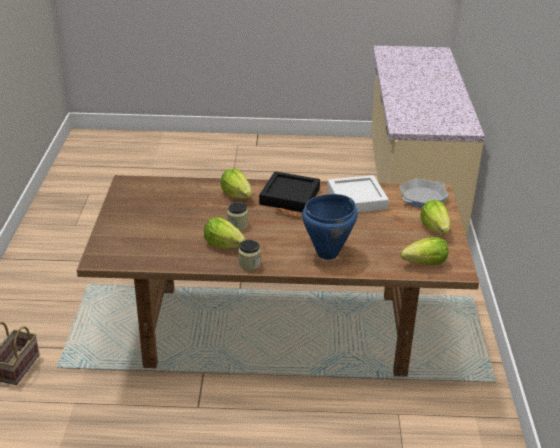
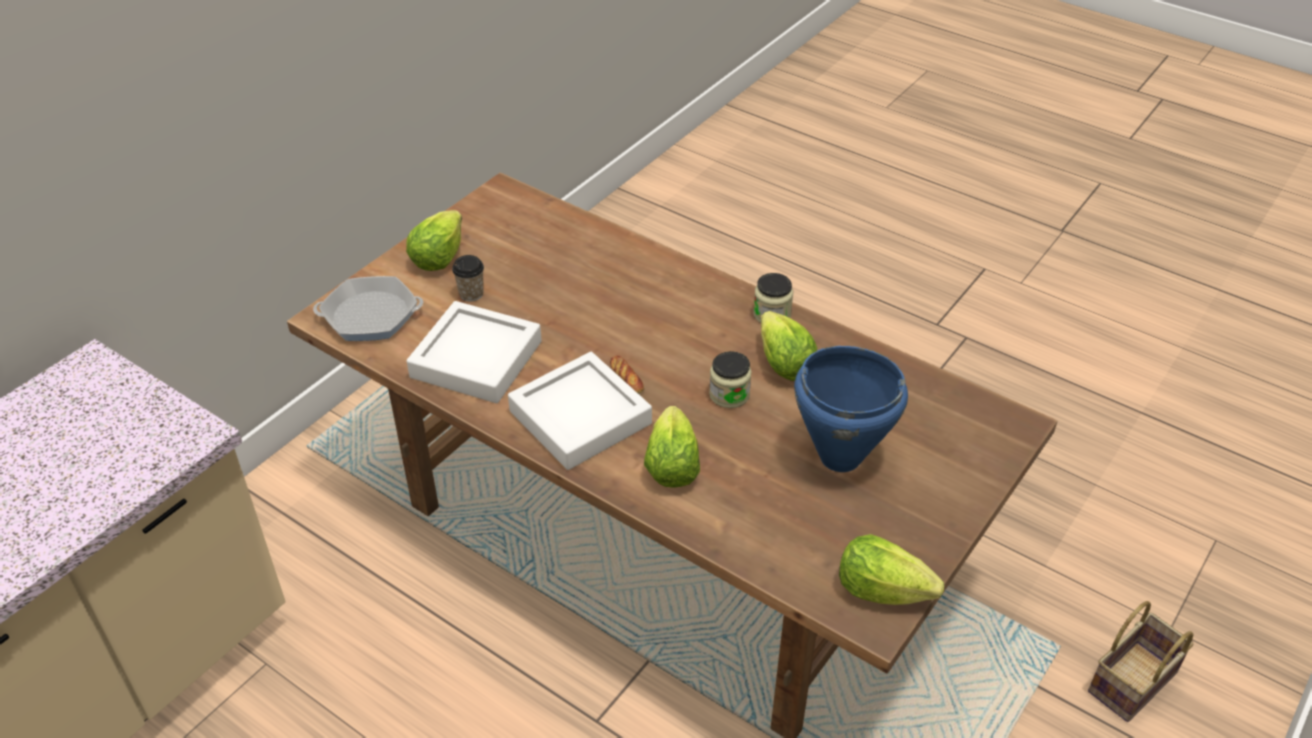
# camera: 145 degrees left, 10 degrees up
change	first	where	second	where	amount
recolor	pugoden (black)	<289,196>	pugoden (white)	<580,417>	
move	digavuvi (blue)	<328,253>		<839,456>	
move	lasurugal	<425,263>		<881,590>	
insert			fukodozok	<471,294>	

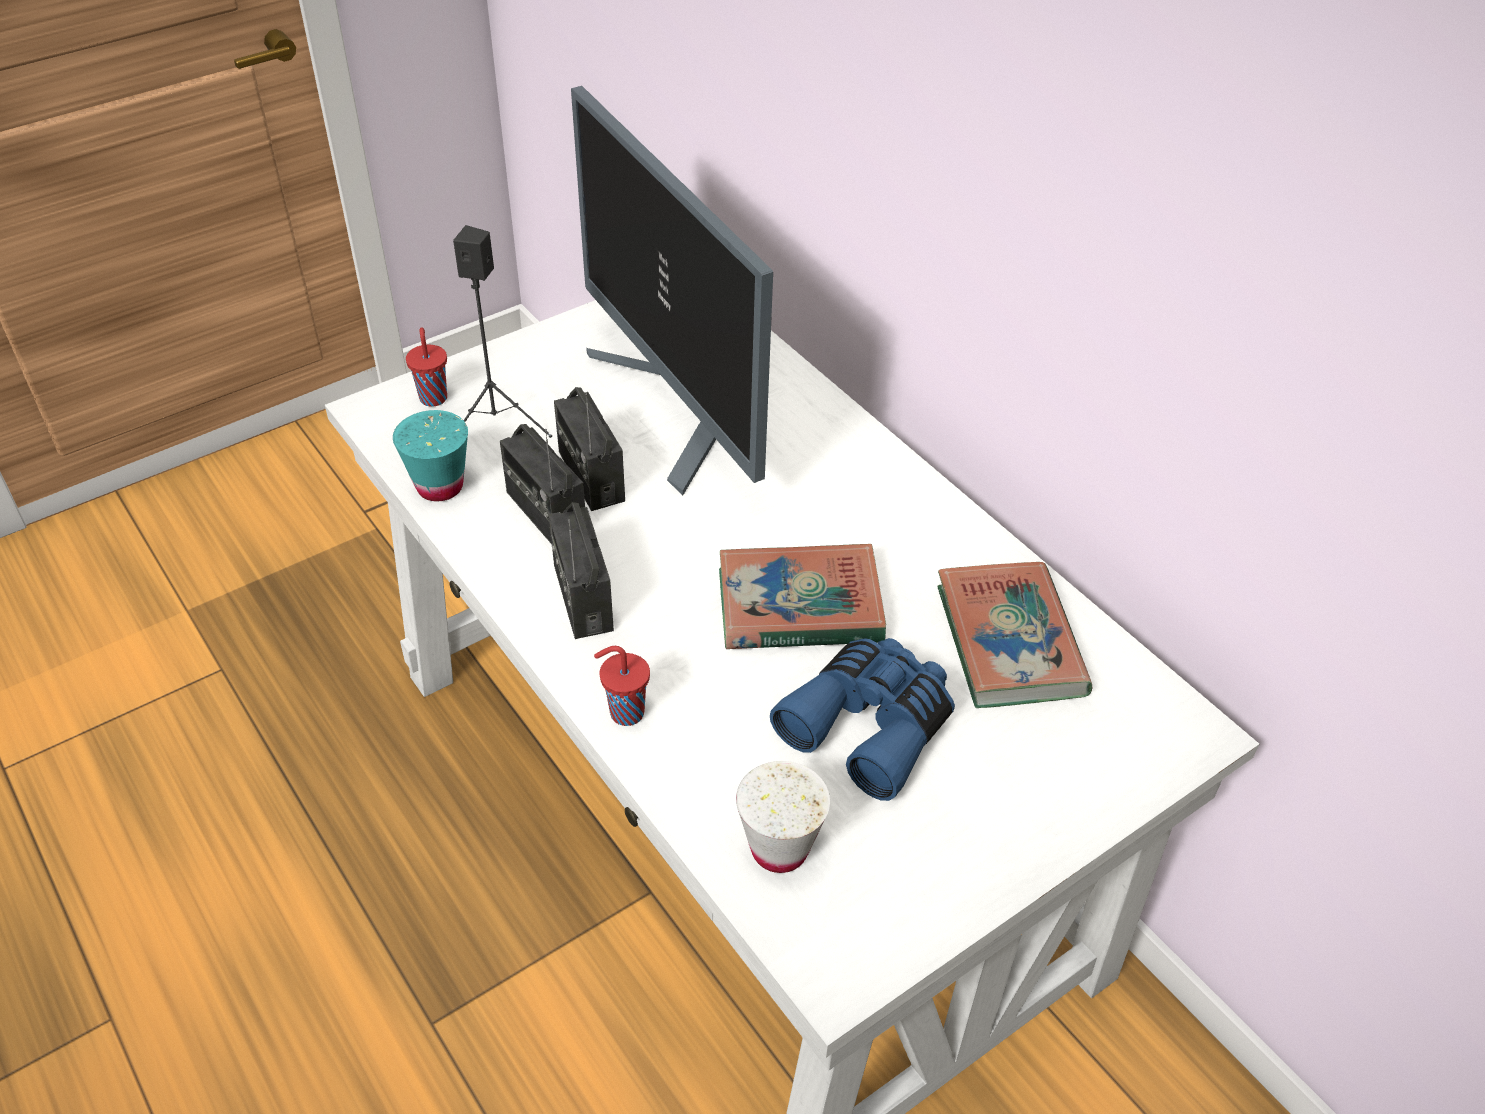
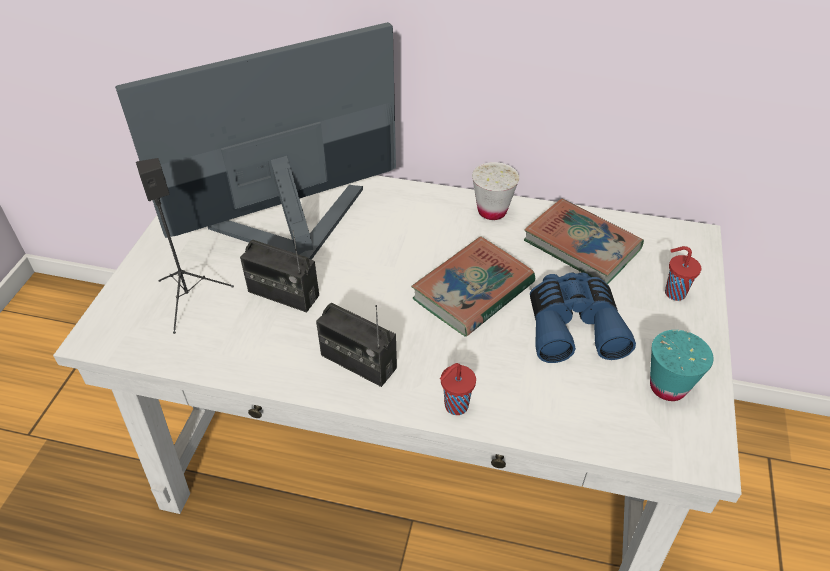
# camera: 40 degrees left, 0 degrees up
change	first	where	second	where	amount
move	fukodozok (turquoise)	<440,486>		<668,387>	
move	fukodozok (red)	<433,397>		<673,293>	
delete	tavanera	<545,513>			
rotate	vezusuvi	<680,411>		<292,230>	135 degrees clockwise
move	fukodozok (white)	<779,849>		<492,211>	

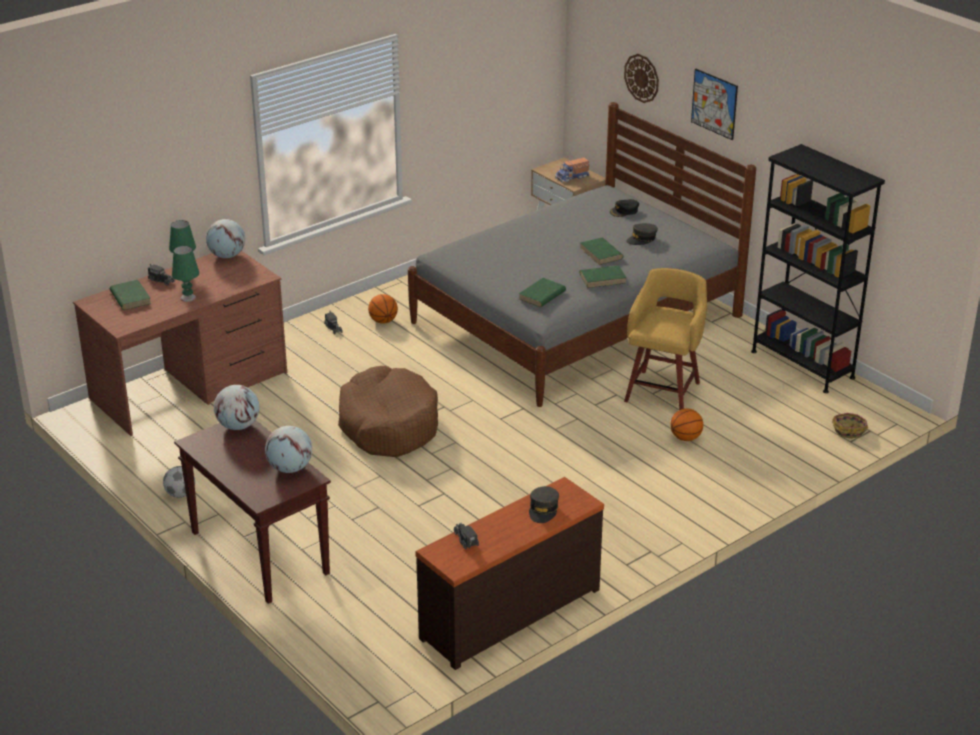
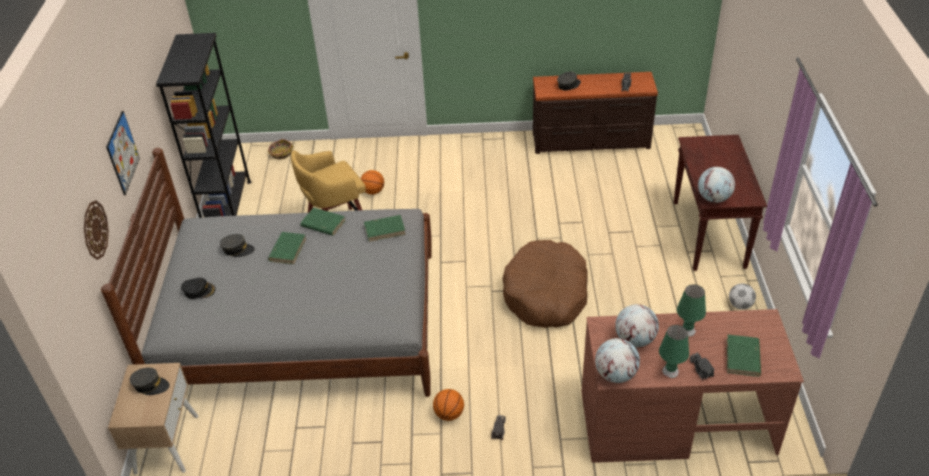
# camera: 140 degrees left, 10 degrees up
change	first	where	second	where	amount
move	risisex	<290,468>		<635,340>	
replace	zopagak	<572,177>	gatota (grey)	<150,385>	

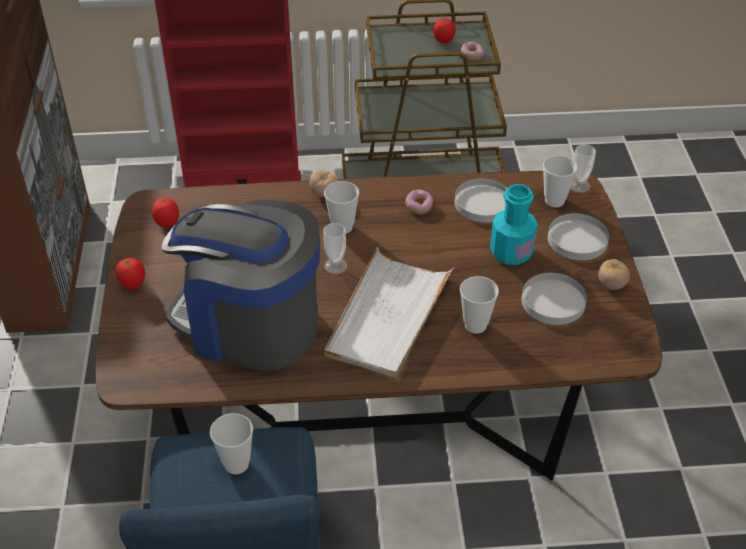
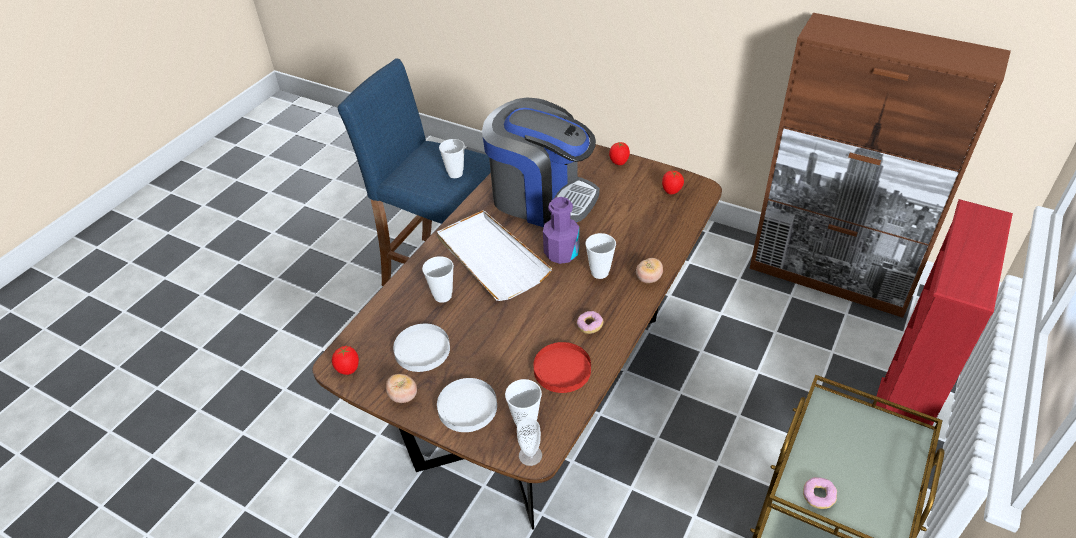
# camera: 125 degrees right, 0 degrees up
change	first	where	second	where	amount
rotate	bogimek	<249,324>		<541,197>	60 degrees clockwise
replace	fukodozok	<335,266>	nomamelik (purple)	<561,253>	
move	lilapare	<443,41>		<348,370>	
recolor	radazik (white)	<483,203>	radazik (red)	<562,369>	
delete	nomamelik (turquoise)	<511,252>			

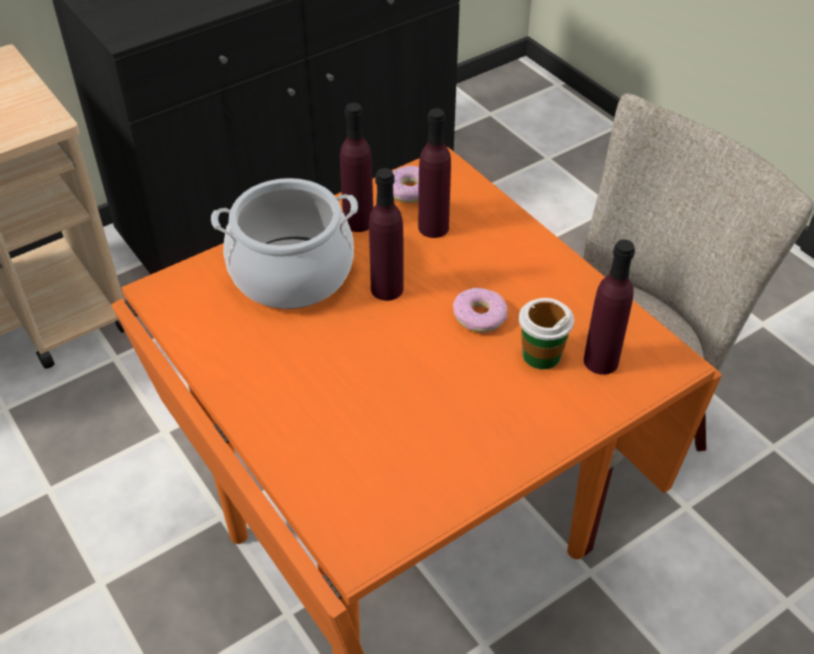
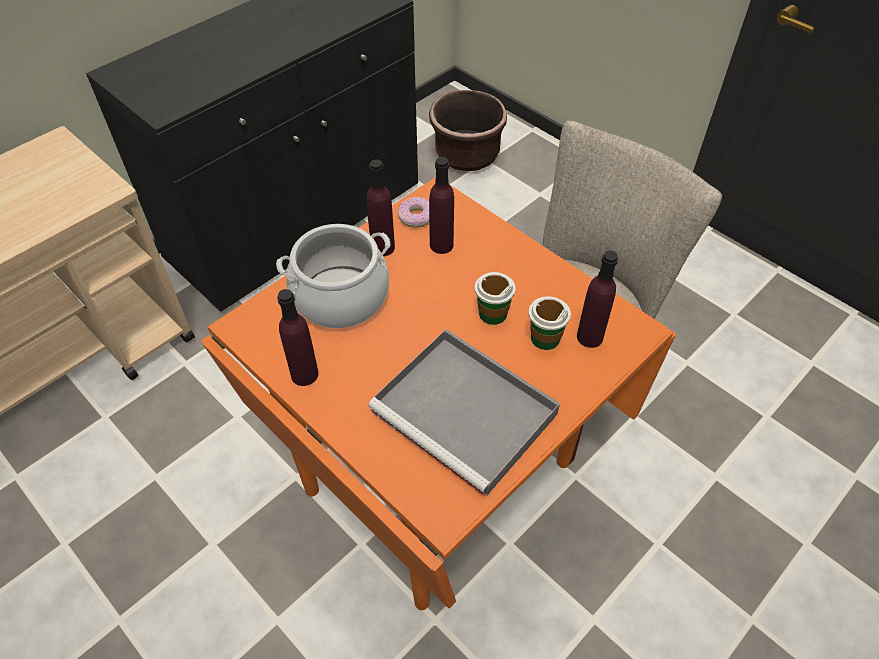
# camera: 10 degrees left, 5 degrees up
change	first	where	second	where	amount
move	nomamelik (purple)	<387,289>		<304,374>	
replace	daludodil	<479,316>	fukodozok	<492,313>	
insert			pugoden (grey)	<467,414>	
insert			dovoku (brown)	<467,154>	

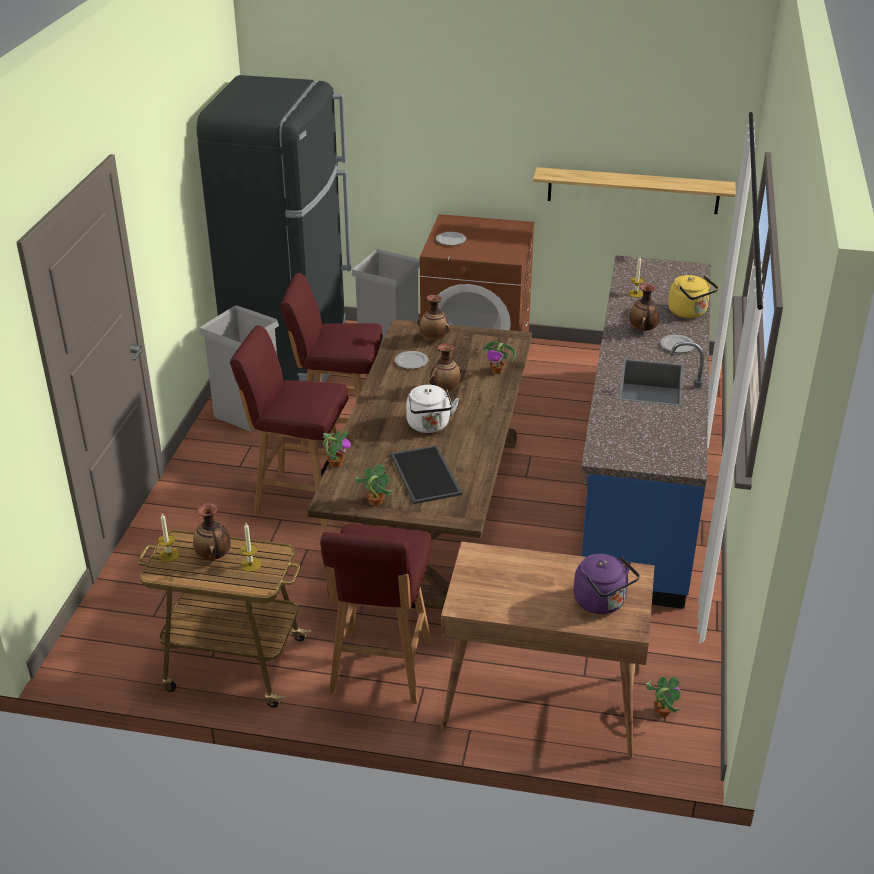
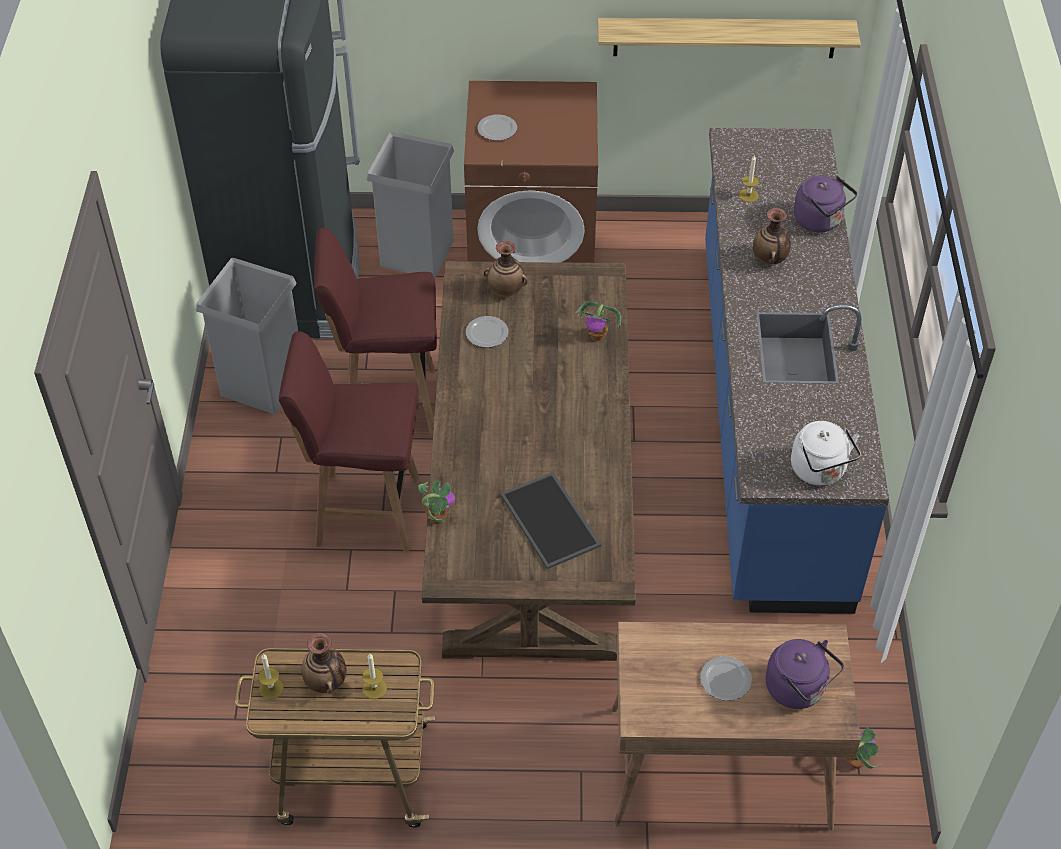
# camera: 10 degrees left, 15 degrees up
change	first	where	second	where	amount
delete	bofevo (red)	<380,669>			
delete	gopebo	<375,502>			
move	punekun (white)	<429,426>		<820,471>	
delete	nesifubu	<445,390>			
move	radazik	<676,345>		<724,679>	
recolor	punekun (yellow)	<689,312>	punekun (purple)	<820,221>	

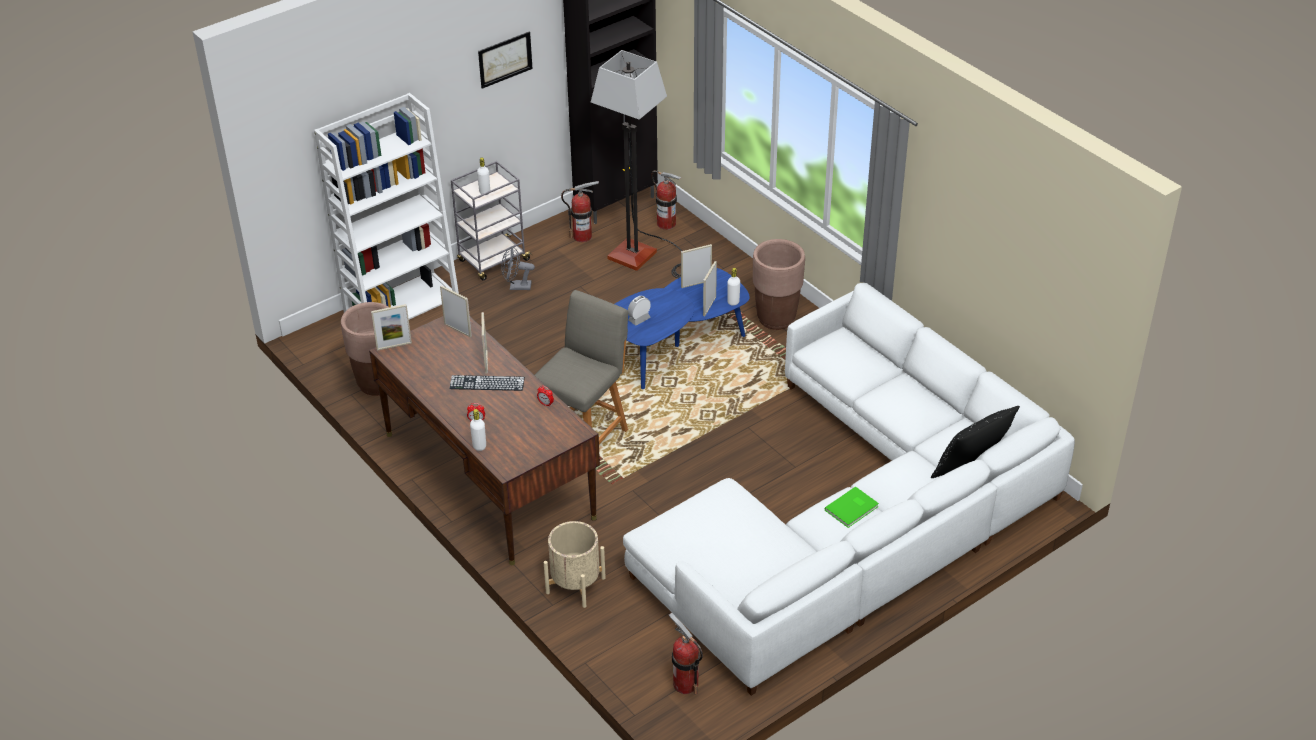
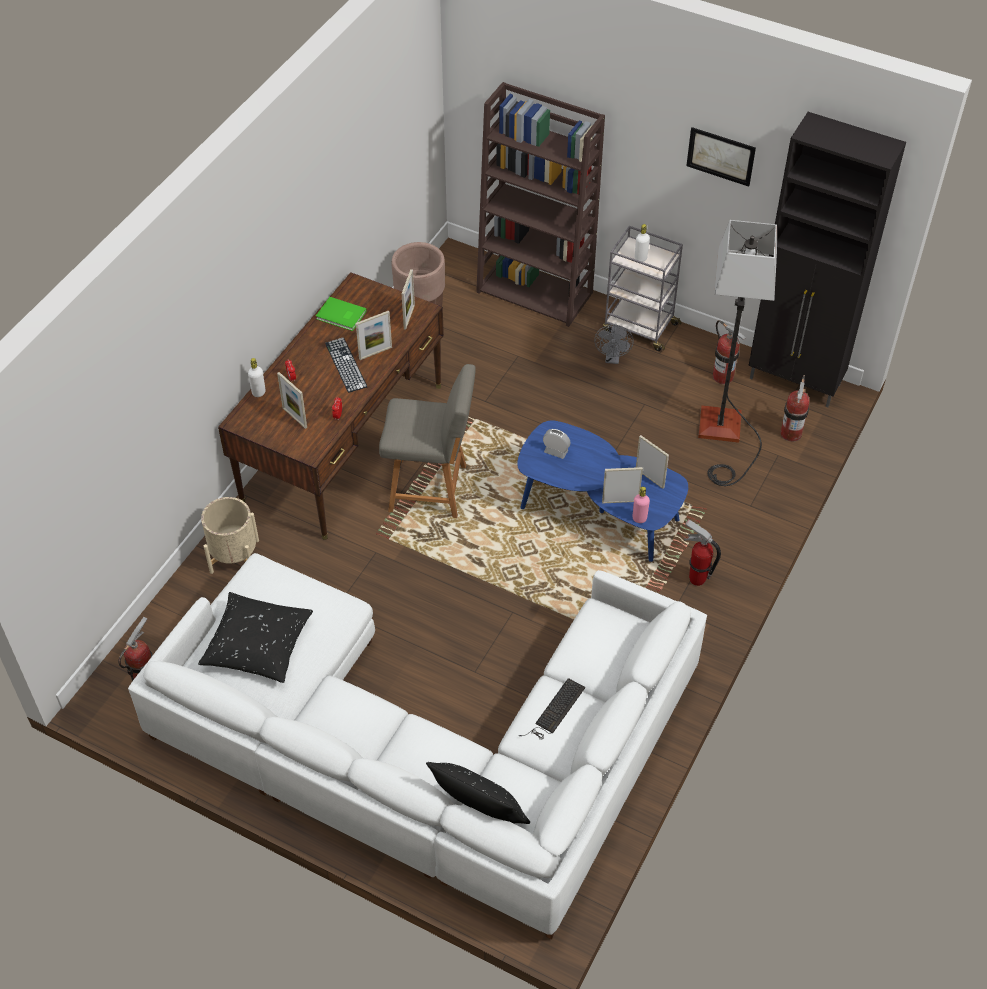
# camera: 65 degrees right, 10 degrees up
change	first	where	second	where	amount
recolor	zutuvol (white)	<402,304>	zutuvol (brown)	<536,292>	
move	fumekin	<394,346>		<294,418>	
rotate	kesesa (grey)	<516,287>		<612,359>	150 degrees counterclockwise
recolor	nomamelik (white)	<733,302>	nomamelik (pink)	<639,518>	
replace	dovoku (brown)	<776,319>	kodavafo	<696,579>	
move	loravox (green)	<853,508>		<341,316>	
insert			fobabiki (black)	<258,644>	
insert			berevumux	<555,711>	

